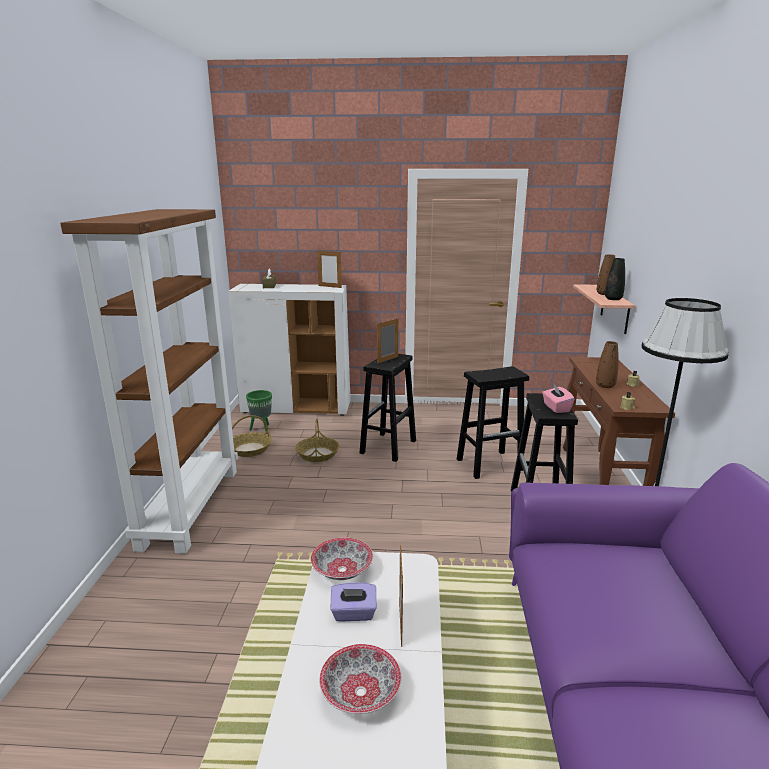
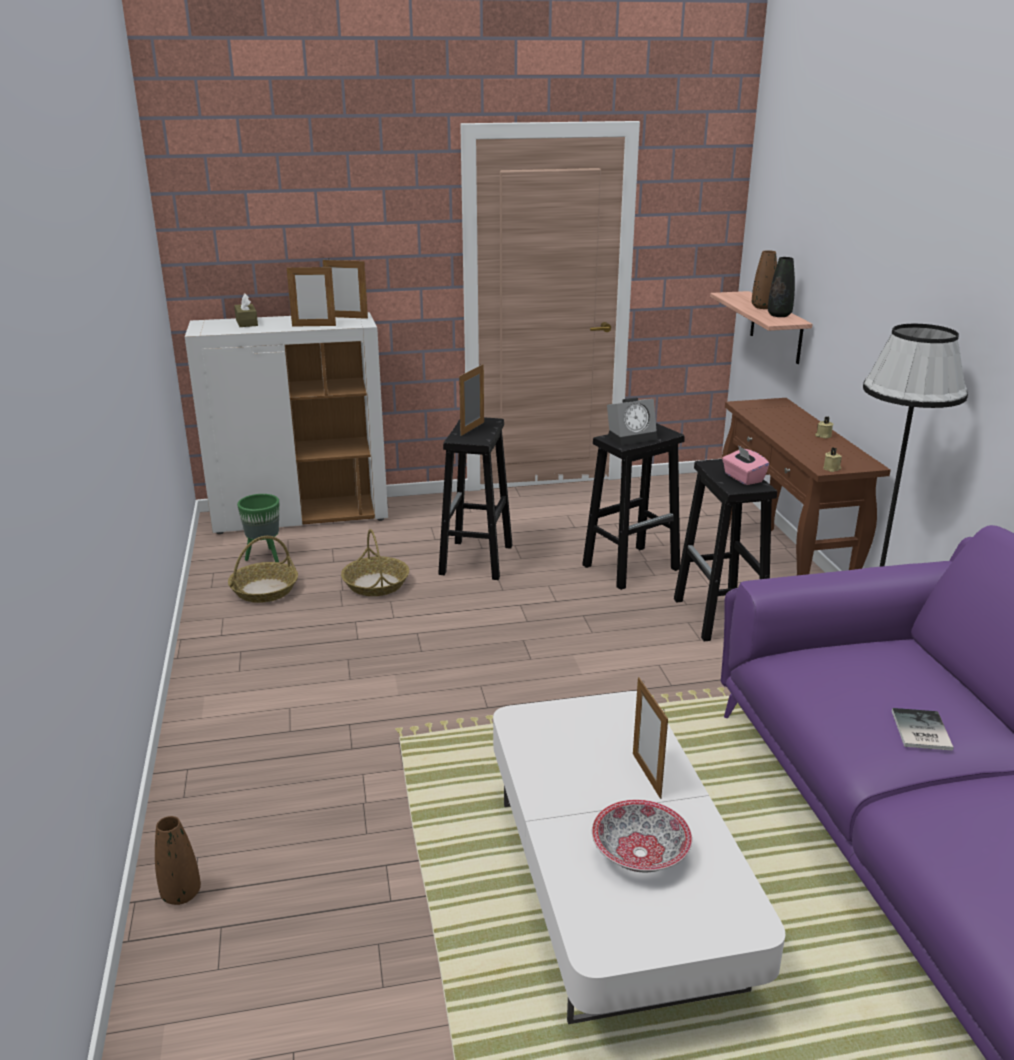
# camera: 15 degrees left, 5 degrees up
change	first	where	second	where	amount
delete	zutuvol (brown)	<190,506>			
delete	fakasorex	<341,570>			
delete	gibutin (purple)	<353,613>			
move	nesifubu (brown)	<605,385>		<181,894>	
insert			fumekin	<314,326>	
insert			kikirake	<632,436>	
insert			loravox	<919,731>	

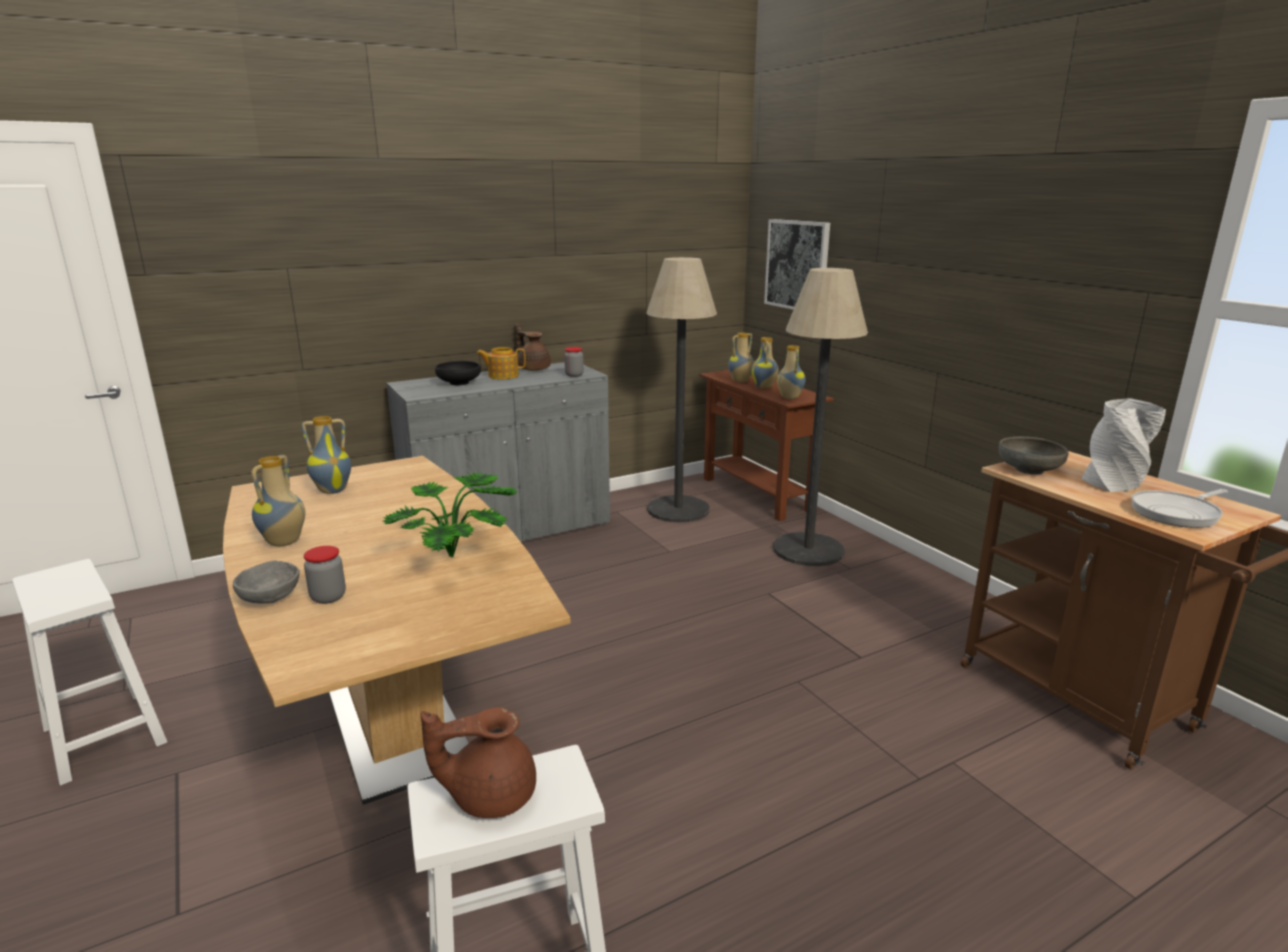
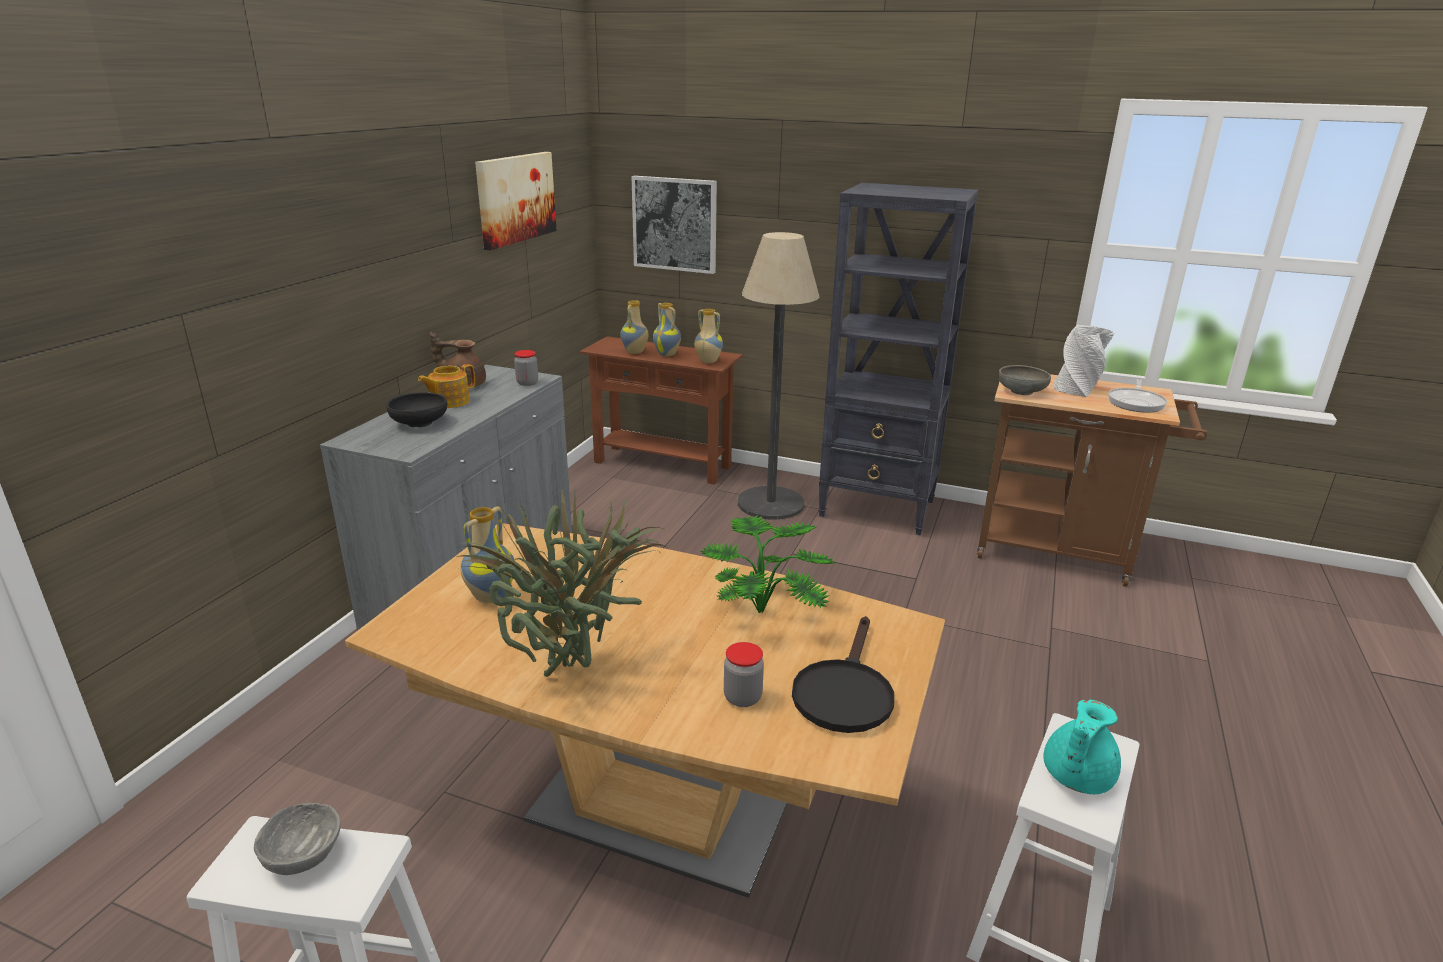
# camera: 40 degrees left, 5 degrees up
change	first	where	second	where	amount
move	fakasorex (grey)	<270,597>		<303,855>	
replace	nesifubu	<285,542>	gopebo	<574,670>	
recolor	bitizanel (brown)	<490,795>	bitizanel (turquoise)	<1075,777>	
delete	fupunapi	<678,509>			
insert			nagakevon	<515,198>	
insert			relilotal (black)	<844,691>	
insert			zutuvol (black)	<878,509>	

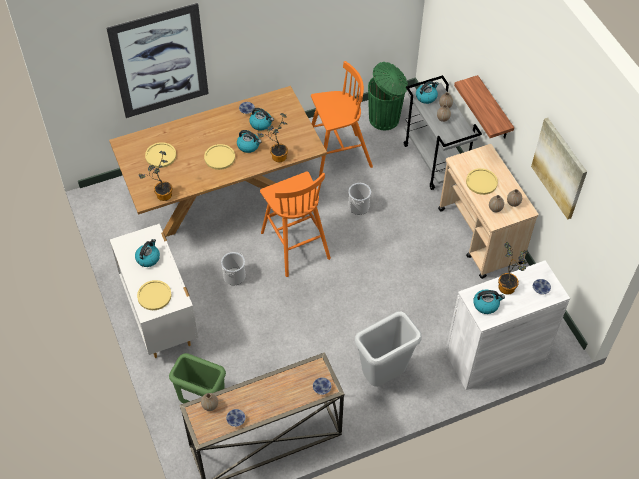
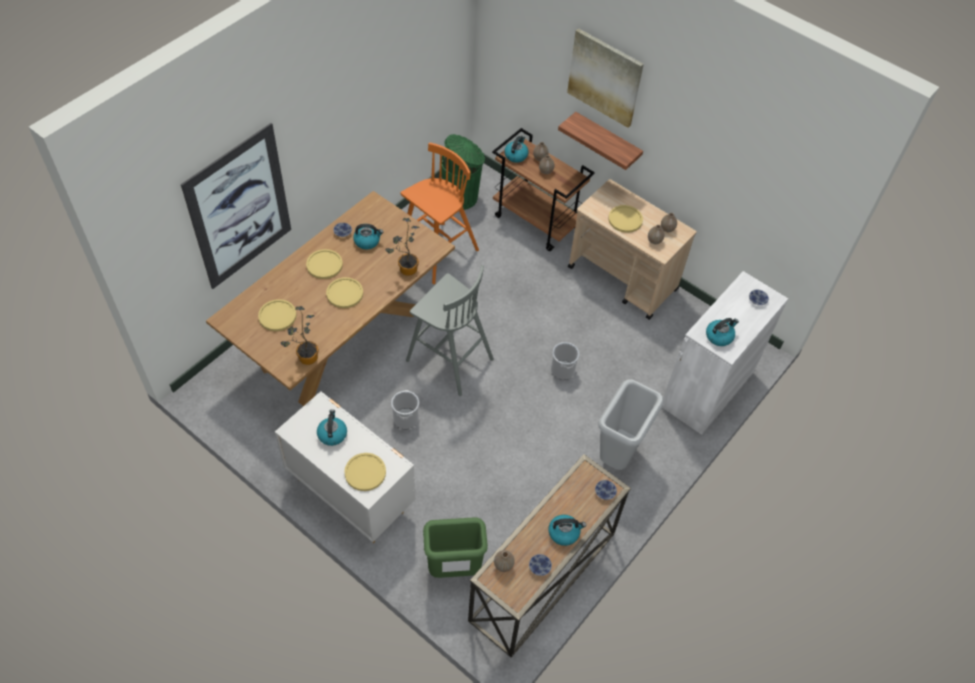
# camera: 30 degrees left, 0 degrees up
change	first	where	second	where	amount
move	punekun	<249,146>		<564,532>	
recolor	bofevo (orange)	<294,244>	bofevo (grey)	<448,359>	
move	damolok	<358,207>		<562,369>	
recolor	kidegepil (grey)	<436,161>	kidegepil (brown)	<537,222>	
delete	gopebo	<508,286>			
move	nagakevon	<559,168>		<605,77>	
insert			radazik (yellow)	<324,265>	

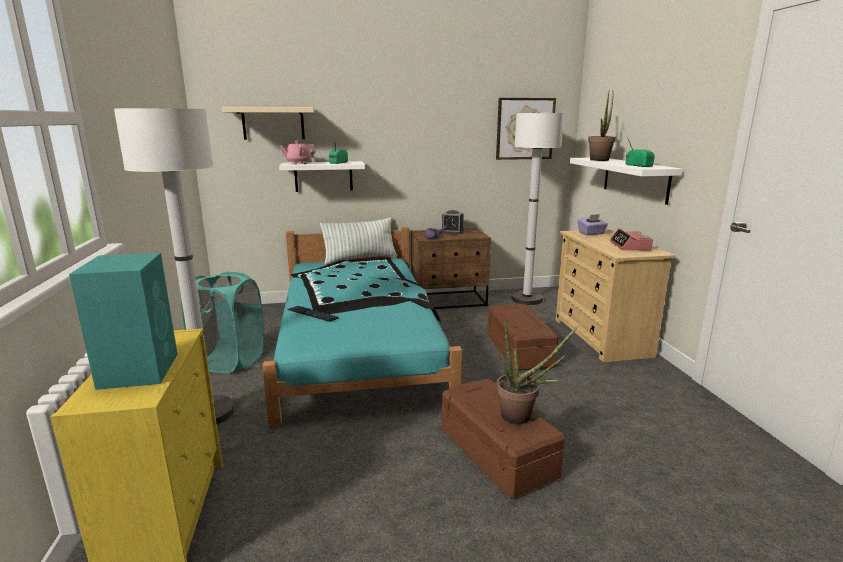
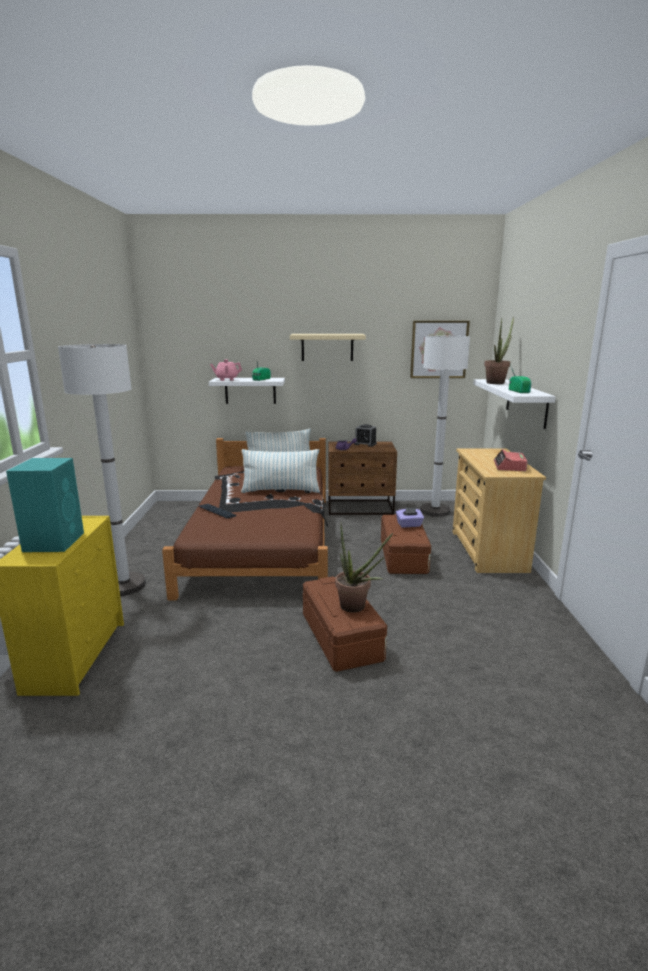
# camera: 10 degrees right, 0 degrees up
change	first	where	second	where	amount
delete	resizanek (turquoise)	<229,361>			
move	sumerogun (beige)	<273,123>		<327,347>	
recolor	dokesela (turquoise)	<357,343>	dokesela (brown)	<263,540>	
move	gibutin (purple)	<591,233>		<409,525>	
insert			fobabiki	<281,491>	

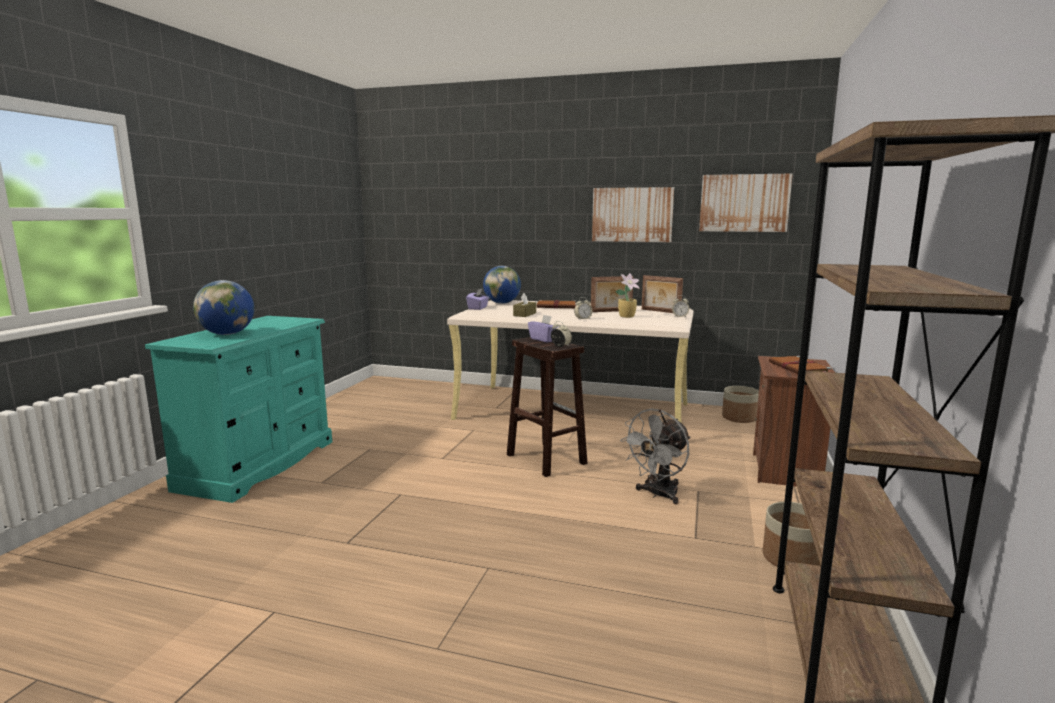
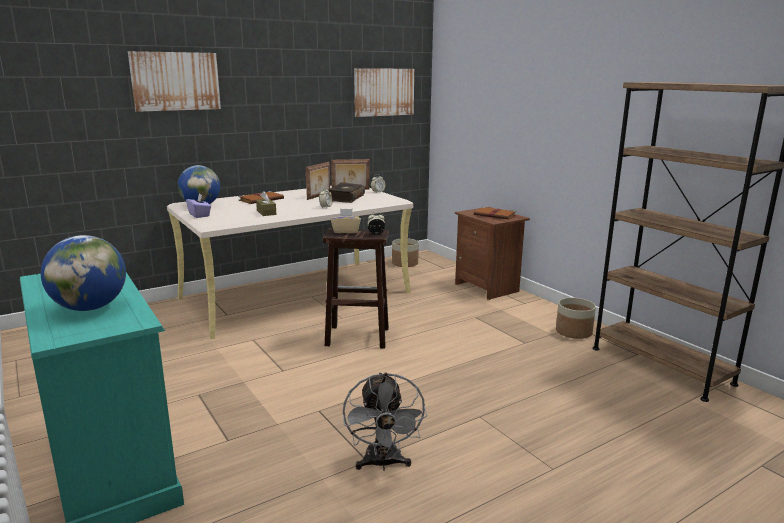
# camera: 50 degrees left, 5 degrees up
change	first	where	second	where	amount
recolor	gibutin (purple)	<545,339>	gibutin (beige)	<346,231>	
move	nagakevon	<632,214>		<175,81>	
replace	gopebo	<627,316>	loravox	<346,198>	
move	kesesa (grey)	<658,494>		<383,464>	

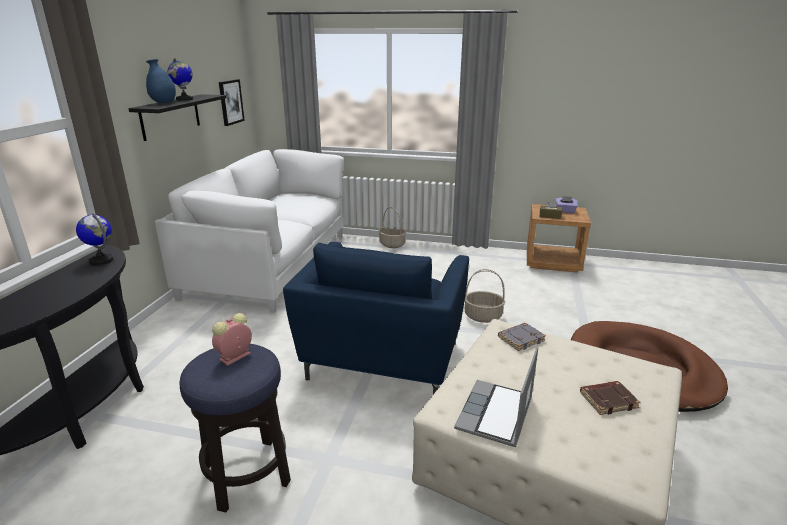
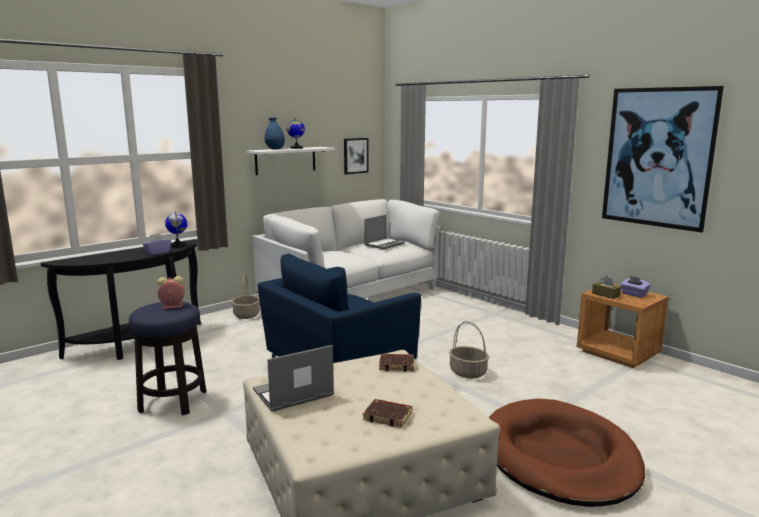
# camera: 35 degrees right, 10 degrees down
change	first	where	second	where	amount
recolor	sumerogun (black)	<170,116>	sumerogun (white)	<285,160>	
move	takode	<392,244>		<246,315>	
recolor	loravox (grey)	<521,339>	loravox (brown)	<397,365>	
insert			gibutin (purple)	<157,253>	
insert			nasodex	<384,244>	
insert			nagakevon	<658,157>	

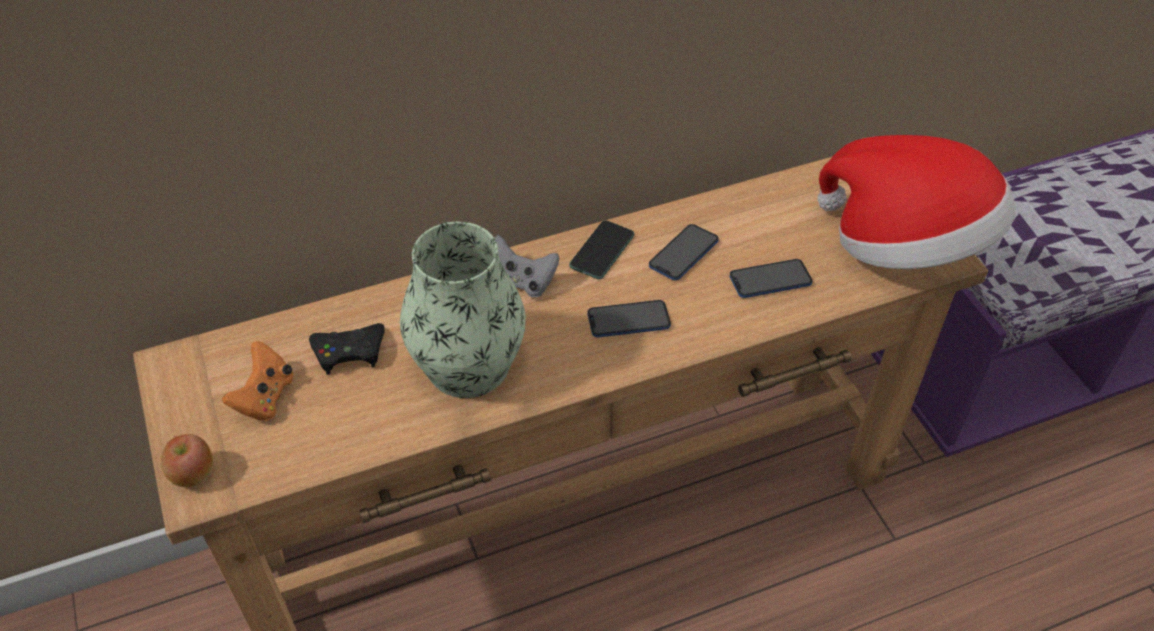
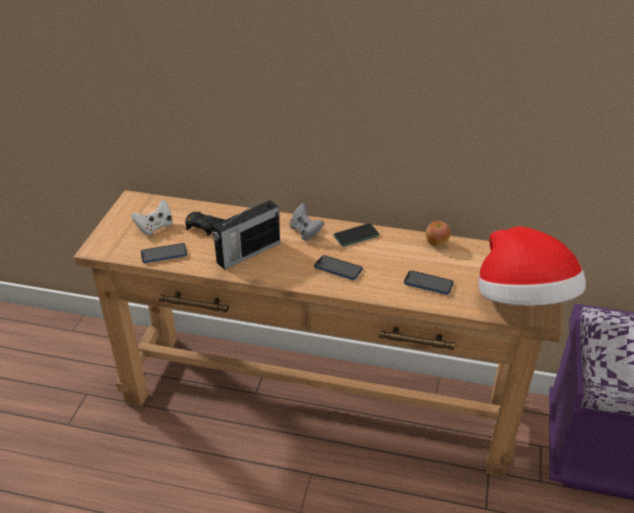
# camera: 35 degrees right, 10 degrees down
change	first	where	second	where	amount
move	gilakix	<193,474>		<436,243>	
recolor	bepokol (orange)	<265,397>	bepokol (white)	<155,227>	
replace	nesifubu	<468,365>	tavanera	<247,253>	
move	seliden	<683,254>		<164,254>	

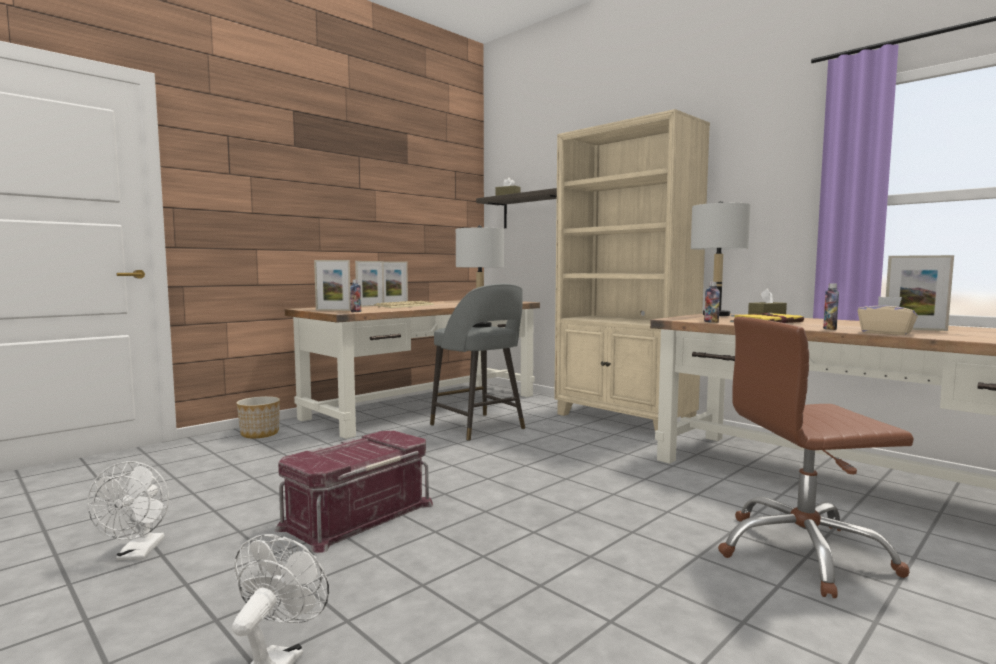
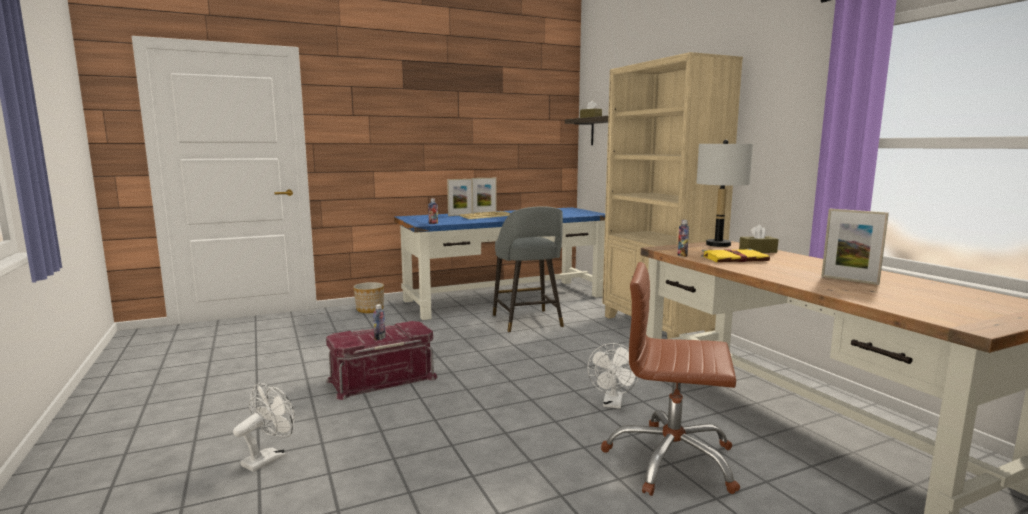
# camera: 20 degrees right, 5 degrees up
change	first	where	second	where	amount
move	kesesa (white)	<138,553>		<613,404>	
recolor	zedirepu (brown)	<425,406>	zedirepu (blue)	<504,298>	
delete	fumekin	<333,310>			
delete	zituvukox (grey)	<479,326>			
move	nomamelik	<829,329>		<380,338>	
delete	gibutin (beige)	<886,333>			

